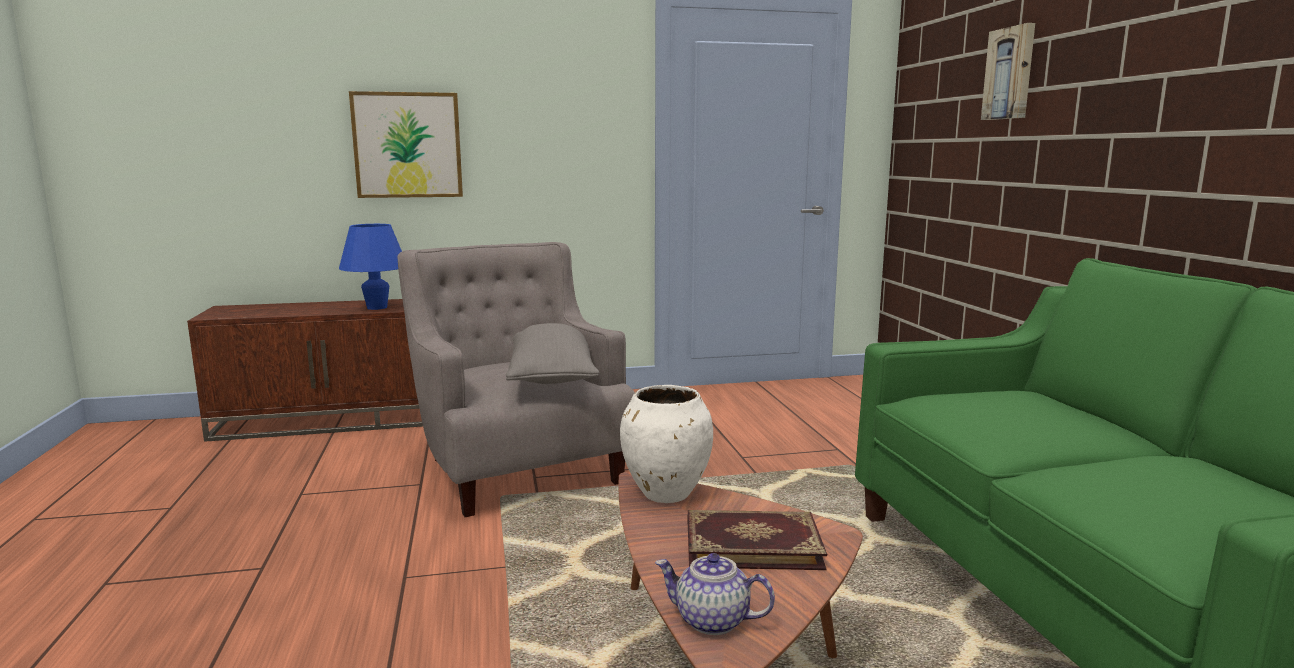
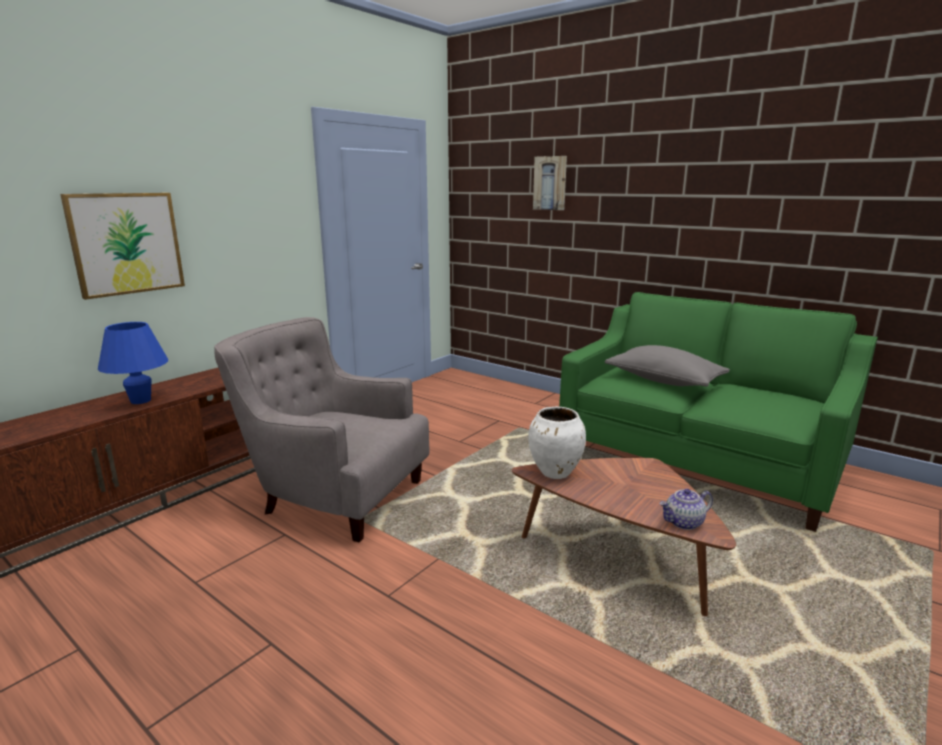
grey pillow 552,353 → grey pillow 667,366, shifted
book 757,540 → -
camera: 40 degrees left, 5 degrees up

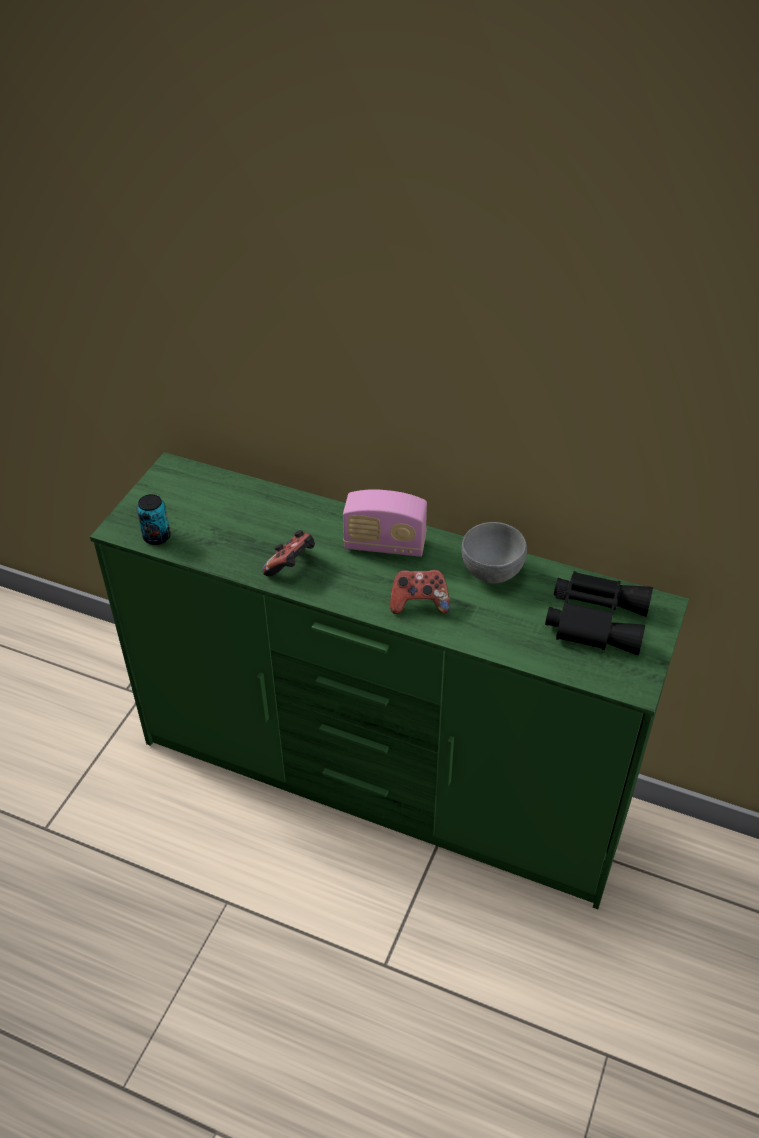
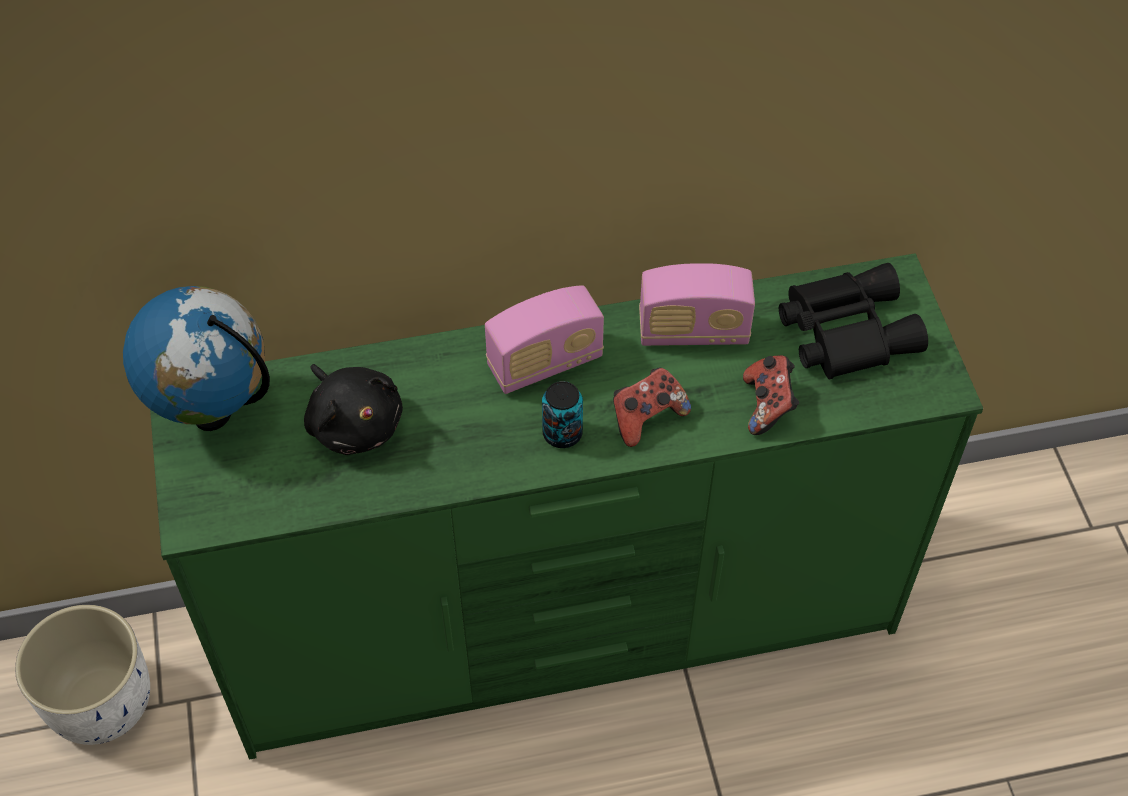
can 153,519 → can 562,414, shifted
grey bowl 494,553 → radio 697,304
game controller 288,553 → game controller 771,395, shifted
- → globe 196,358
- → black plush toy 353,409
- → white planter 82,675
camera: 35 degrees left, 10 degrees up

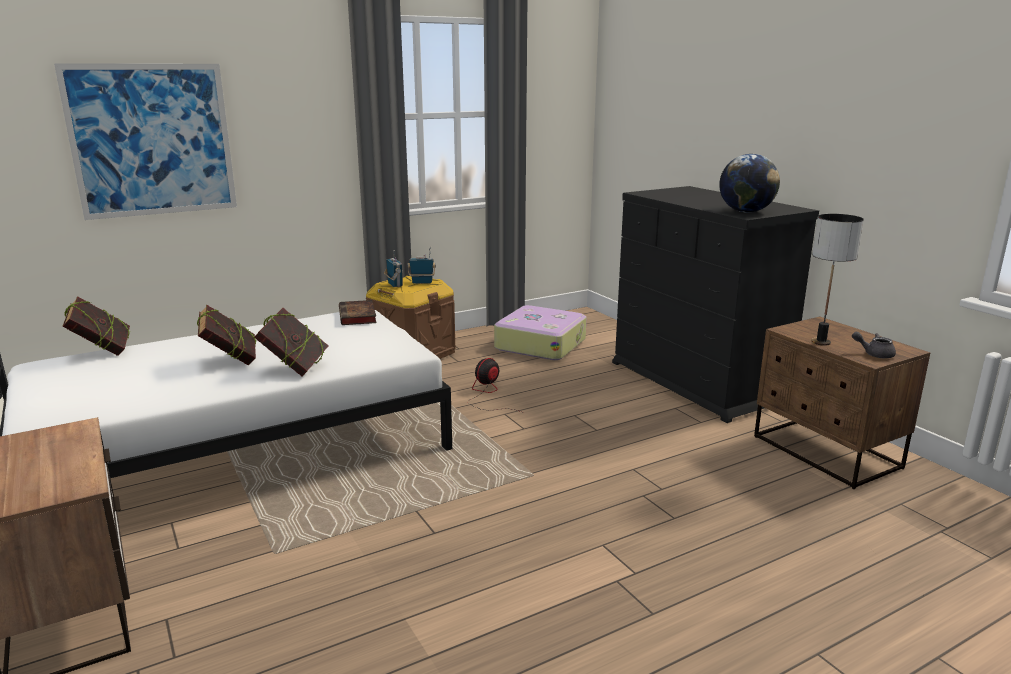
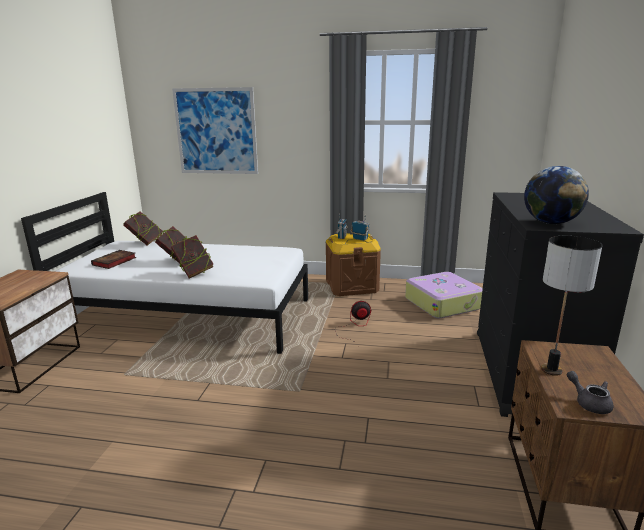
book 358,312 → book 114,259, shifted
camera: 40 degrees right, 0 degrees up

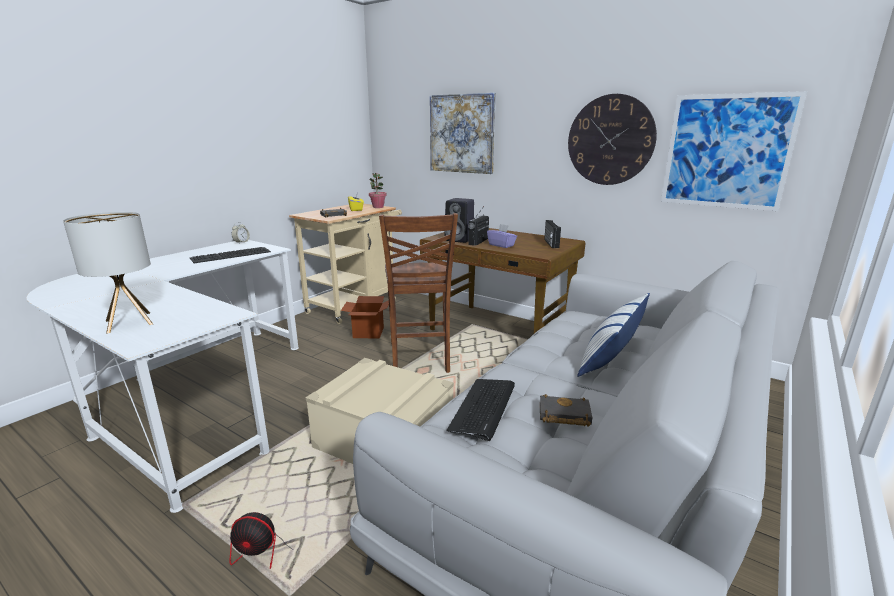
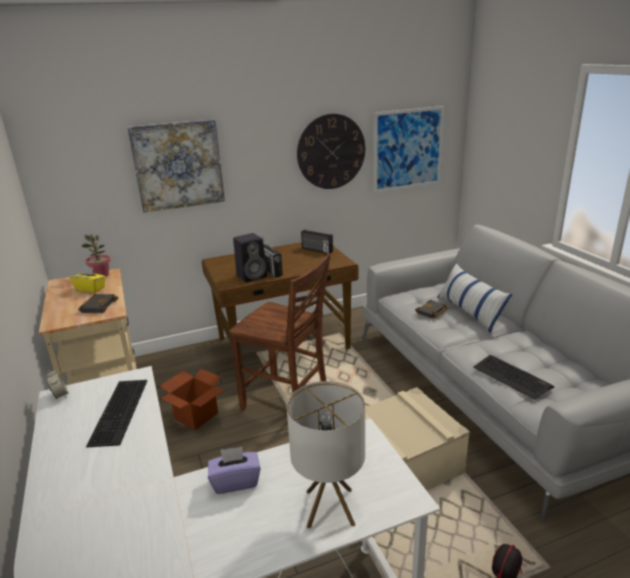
purple tissue box 502,236 → purple tissue box 234,470, shifted
black book 566,410 → black book 432,309, shifted
camera: 55 degrees left, 5 degrees up

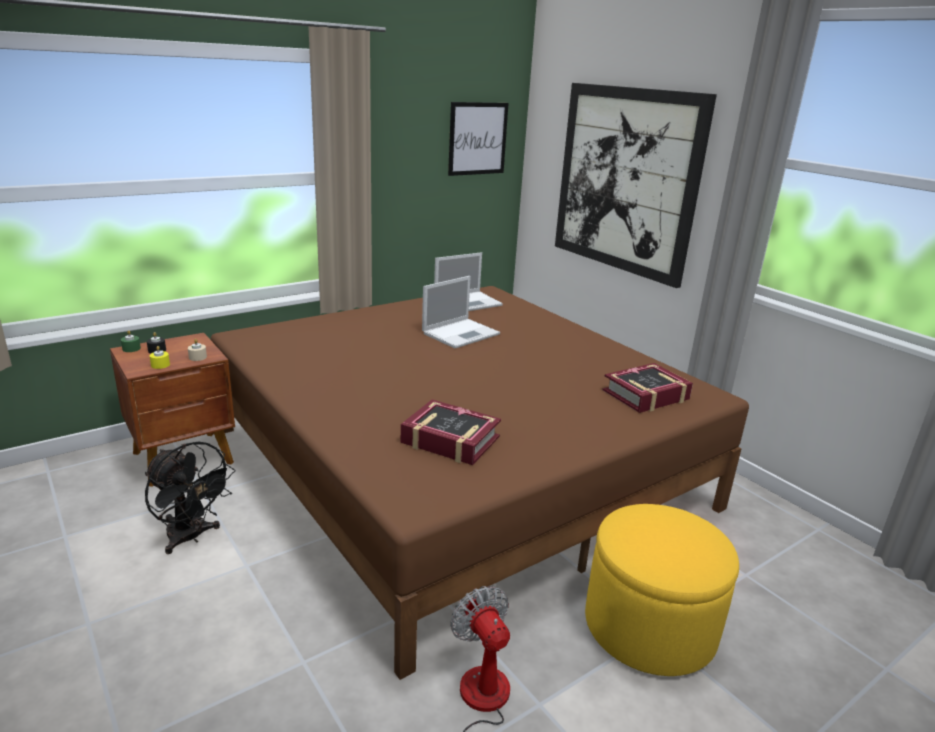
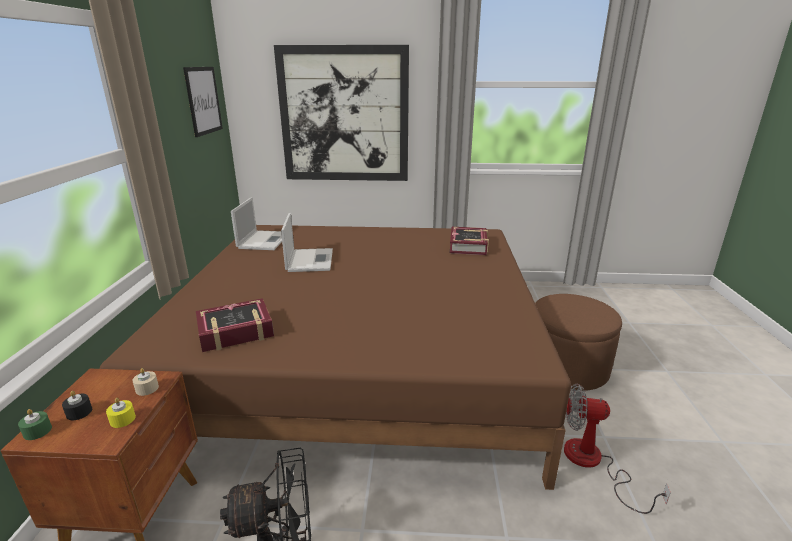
book 451,432 → book 235,325, shifted
yellow ottoman 662,590 → brown ottoman 578,342
camera: 50 degrees left, 0 degrees up

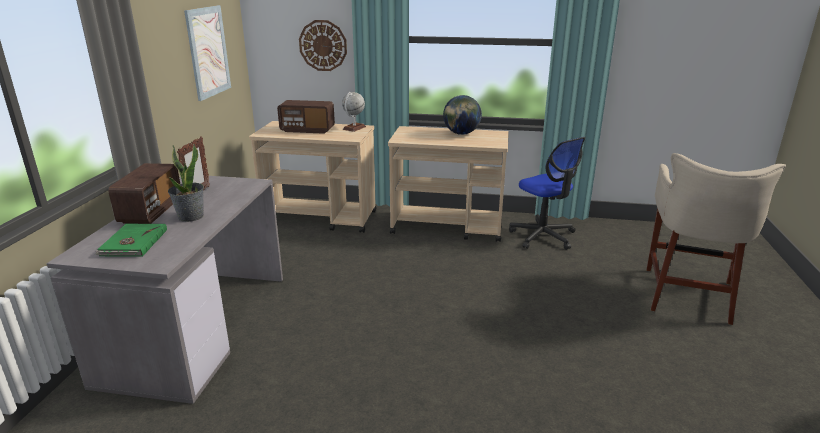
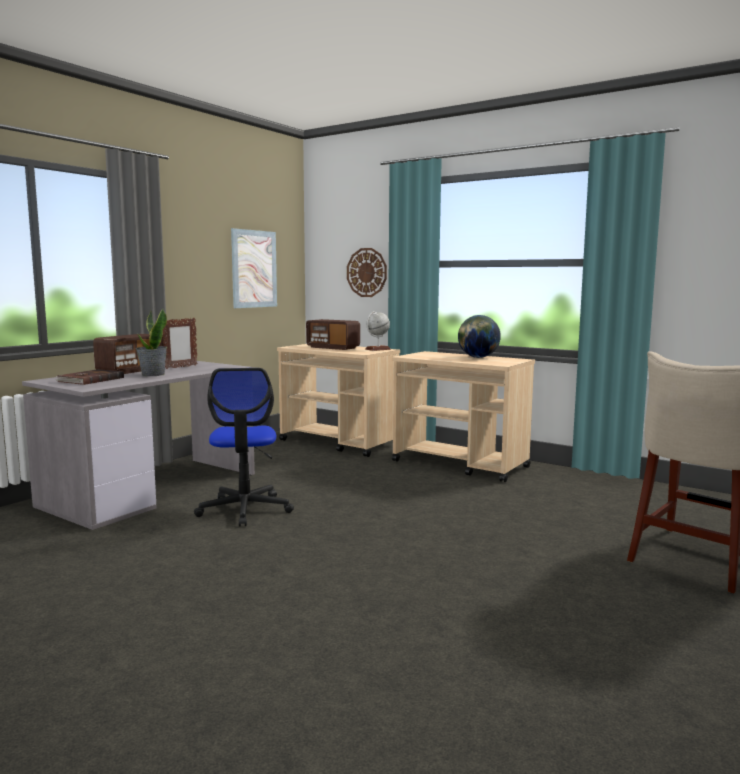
office chair 547,193 → office chair 244,447, shifted
green book 130,240 → brown book 89,377
camera: 25 degrees right, 15 degrees down

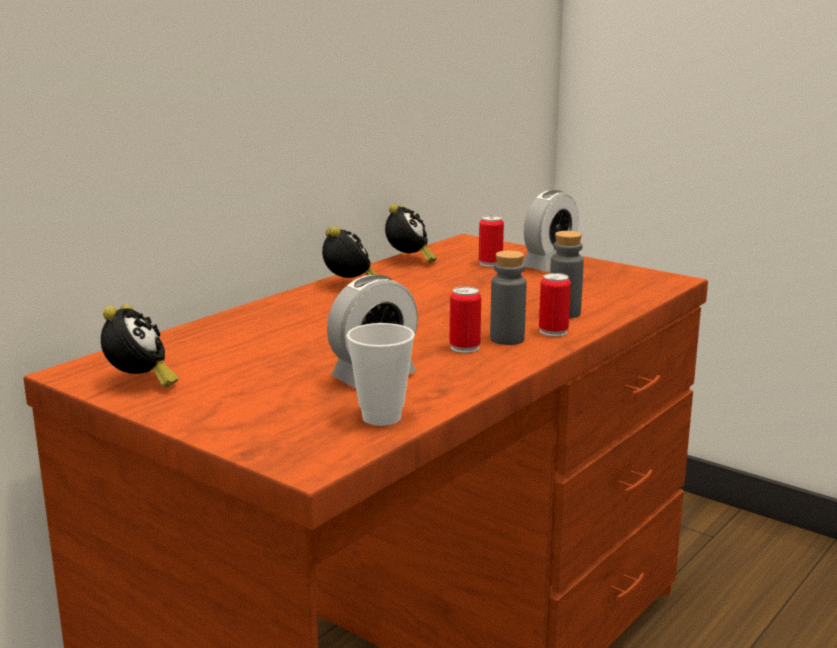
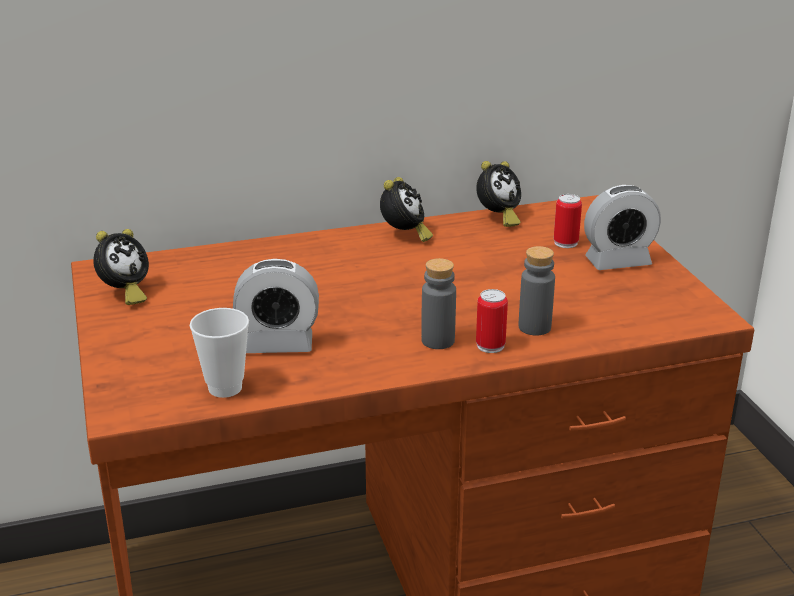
can 465,319 → -
camera: 35 degrees right, 10 degrees up

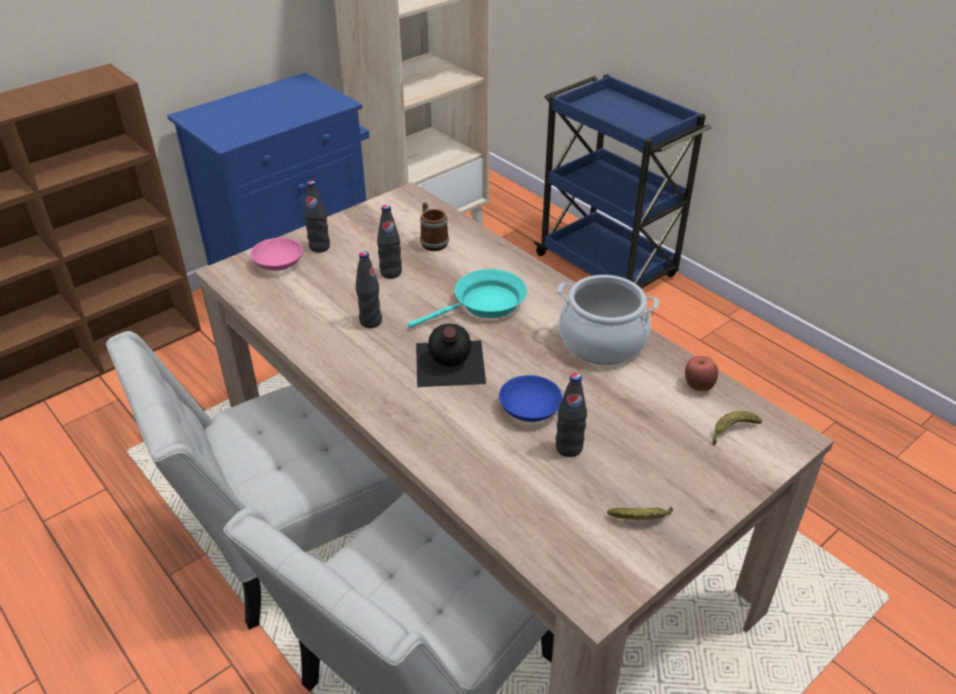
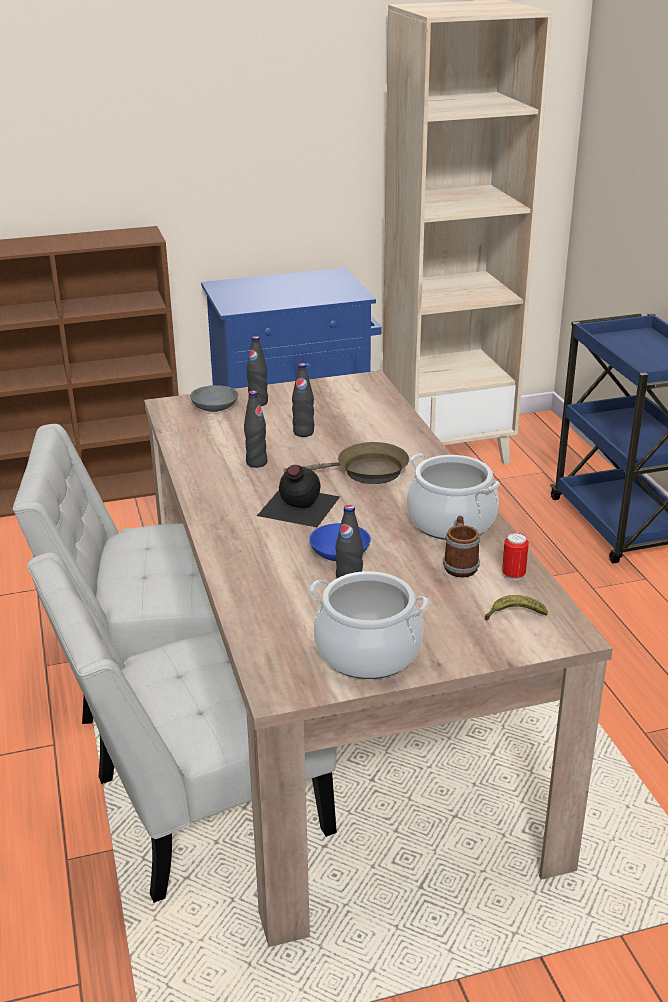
mug 434,226 → mug 461,547, shifted
pink bowl 276,254 → grey bowl 214,398
turquoise frying pan 467,298 → brown frying pan 346,463
apple 701,373 → can 515,557
banana 640,513 → cooking pot 369,625
camera: 25 degrees right, 10 degrees down

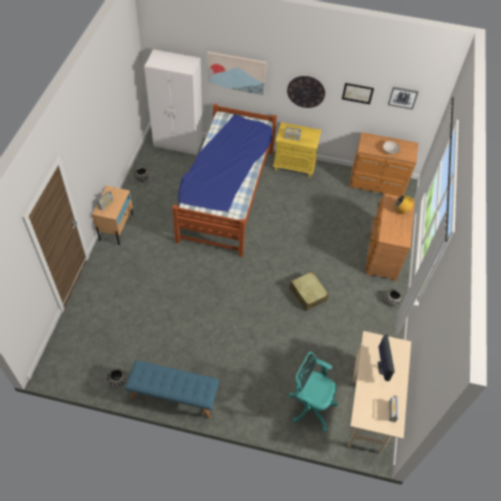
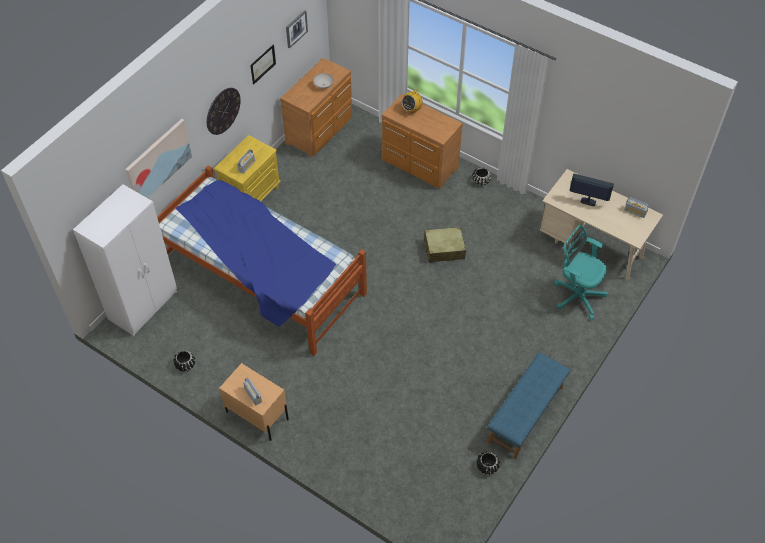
turquoise office chair 313,391 → turquoise office chair 581,272, 75 degrees clockwise
camera: 65 degrees left, 0 degrees up

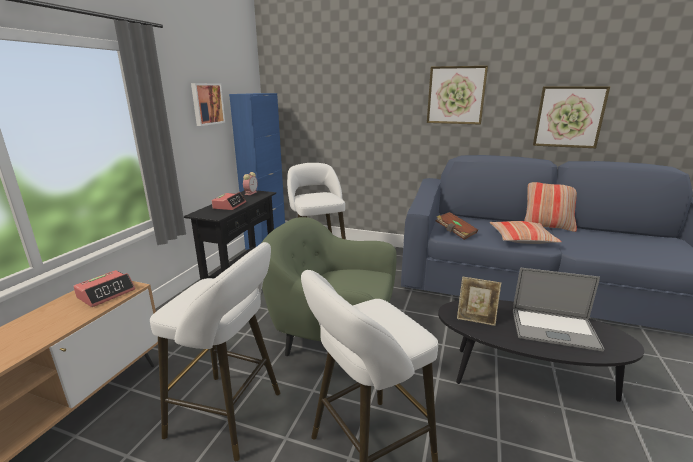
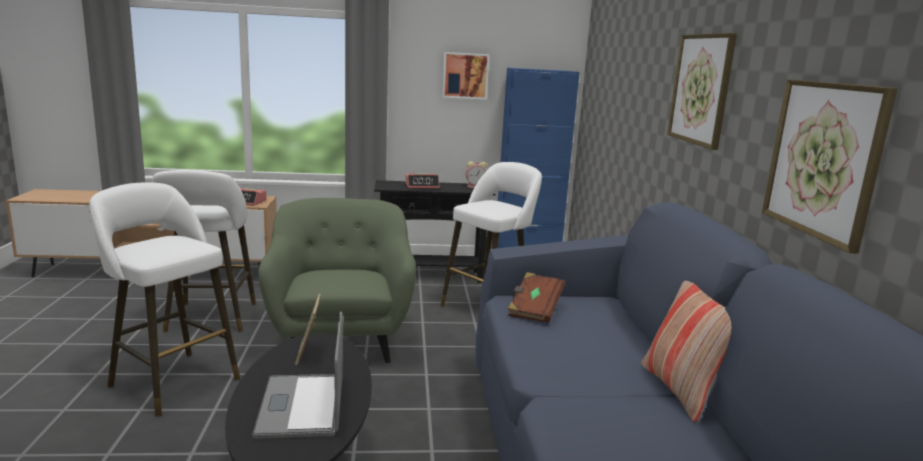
pillow 526,232 → -
camera: 65 degrees right, 5 degrees down

